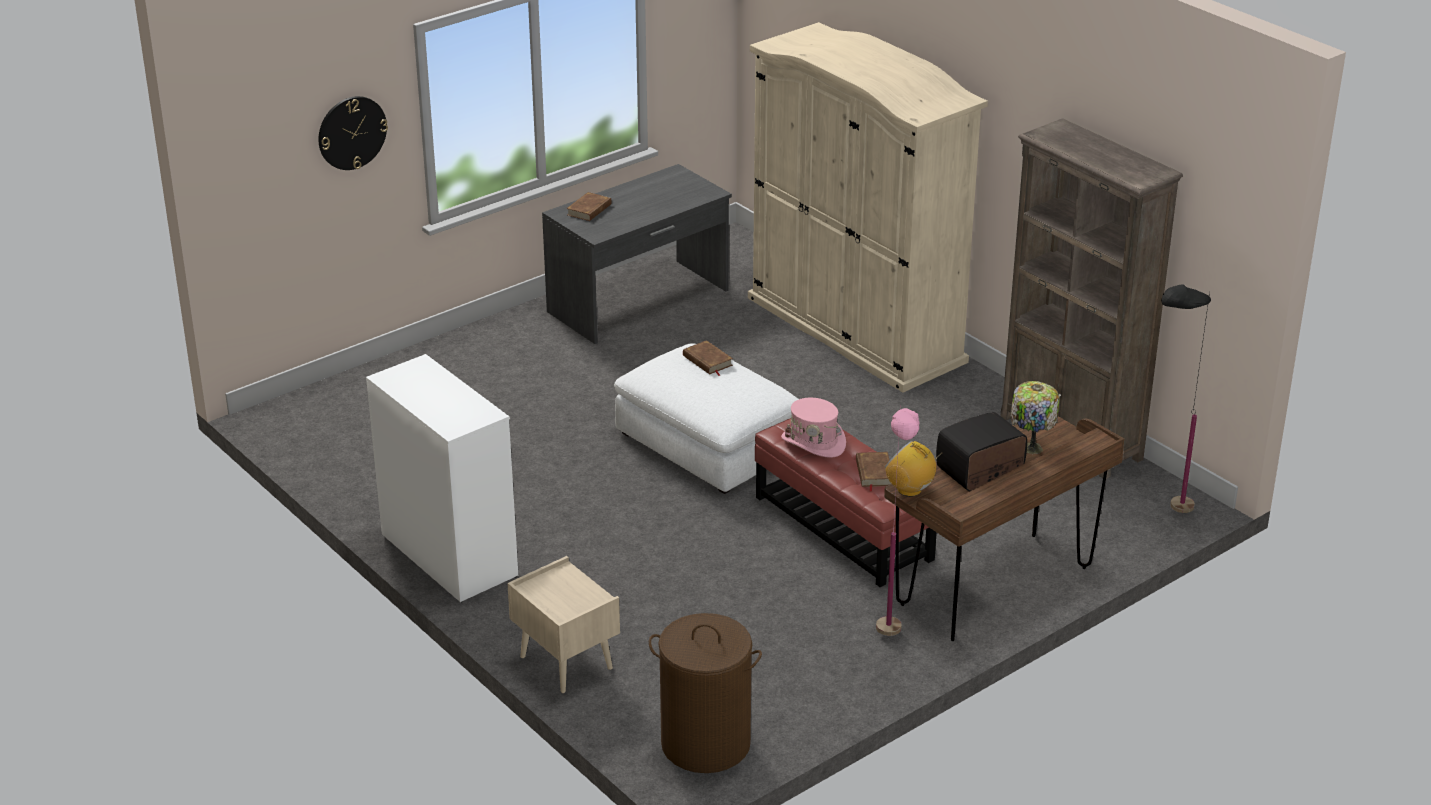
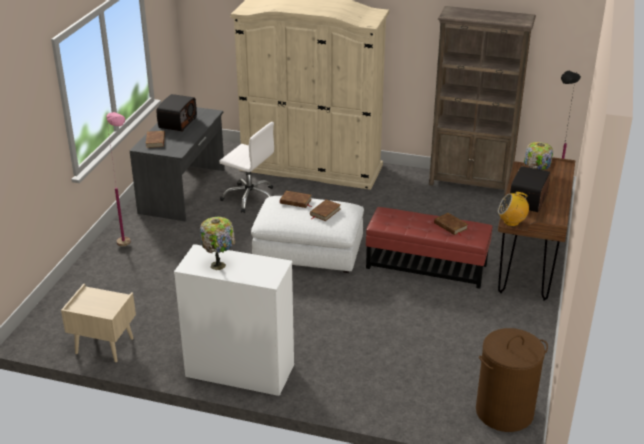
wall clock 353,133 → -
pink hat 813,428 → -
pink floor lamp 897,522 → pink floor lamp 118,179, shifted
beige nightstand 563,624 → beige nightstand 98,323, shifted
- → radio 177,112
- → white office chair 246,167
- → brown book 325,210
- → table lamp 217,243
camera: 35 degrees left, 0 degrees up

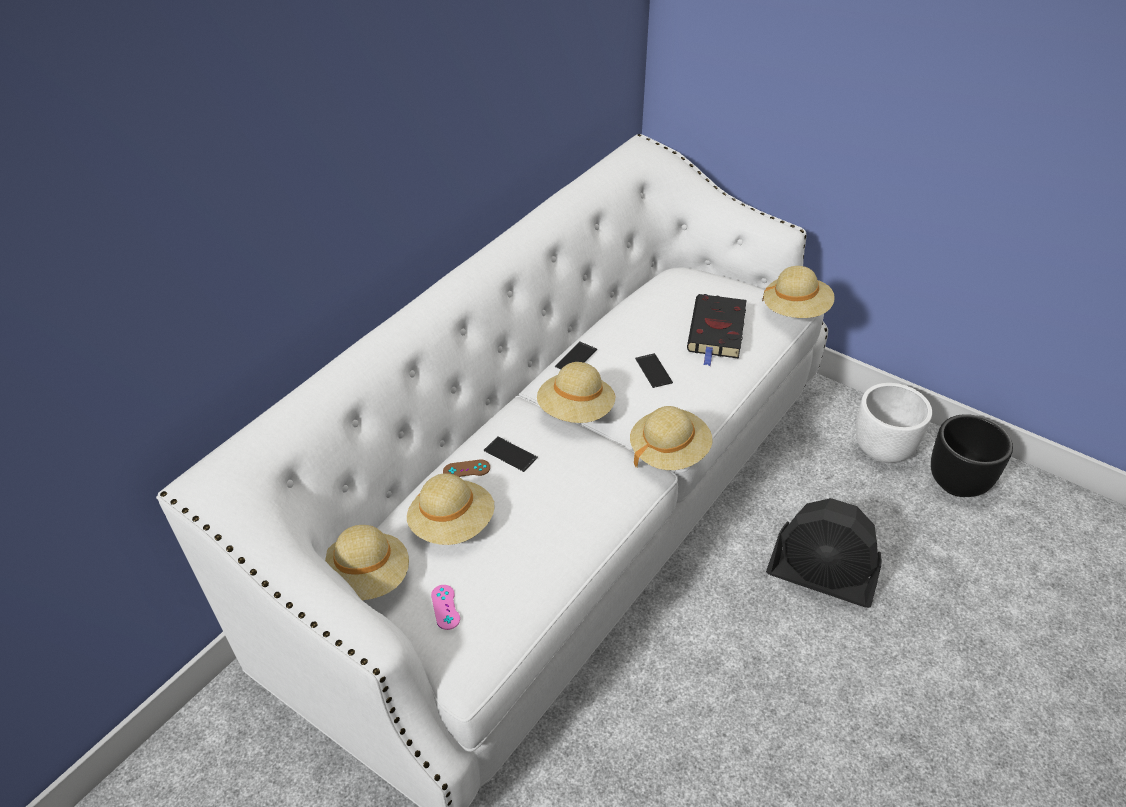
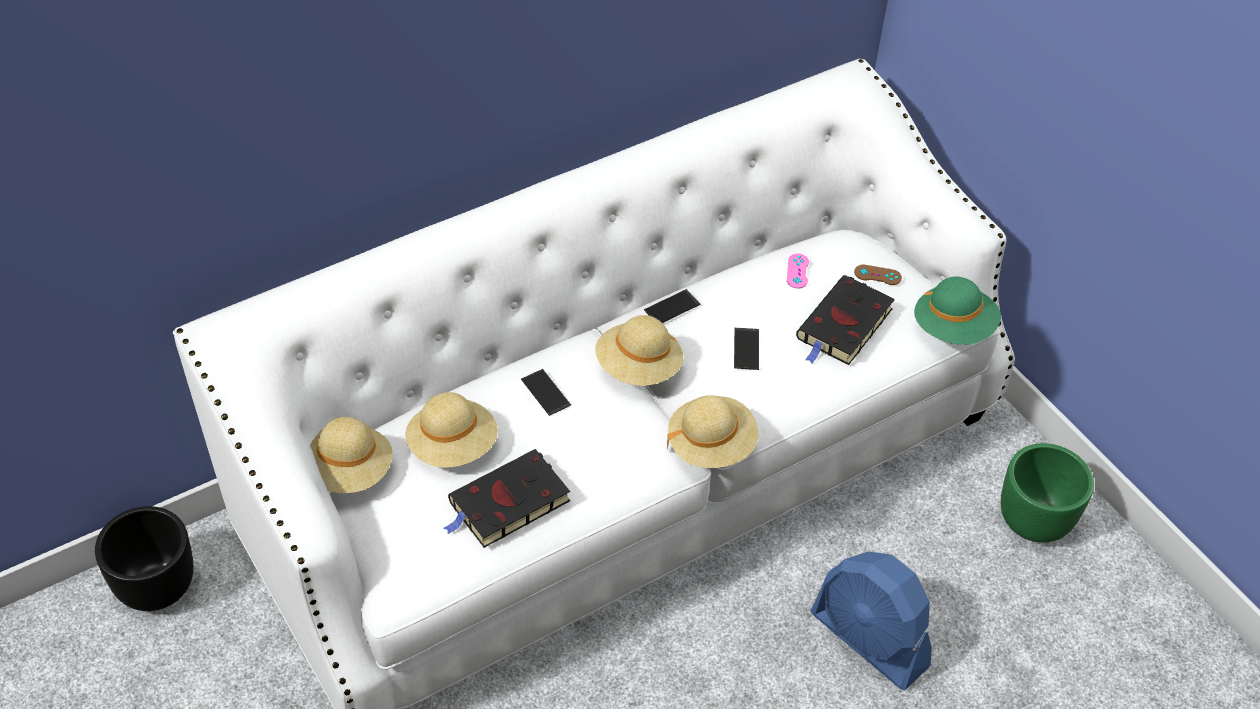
beige hat 798,292 → green hat 957,311
white planter 894,423 → green planter 1047,493
black planter 972,455 → black planter 144,558, shifted
brown game controller 466,468 → brown game controller 878,275, shifted
black fan 823,553 → blue fan 871,621
pink game controller 445,607 → pink game controller 798,271, shifted
- → black book 507,498
camera: 20 degrees right, 5 degrees up

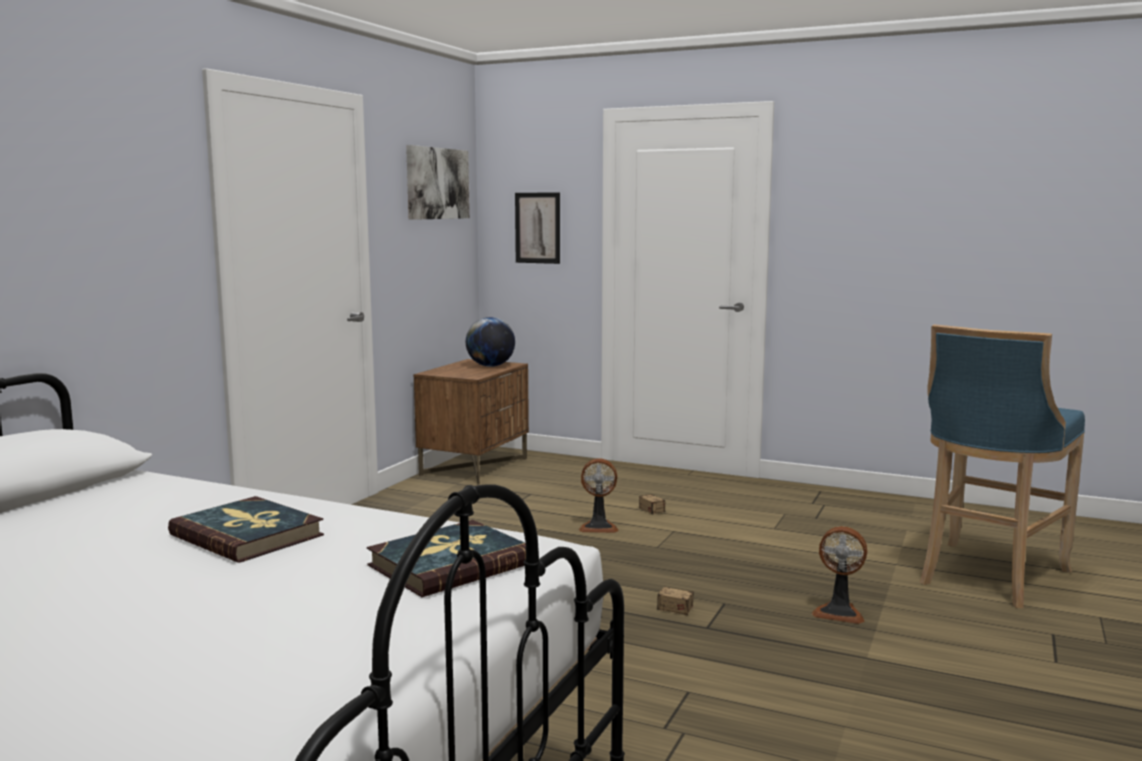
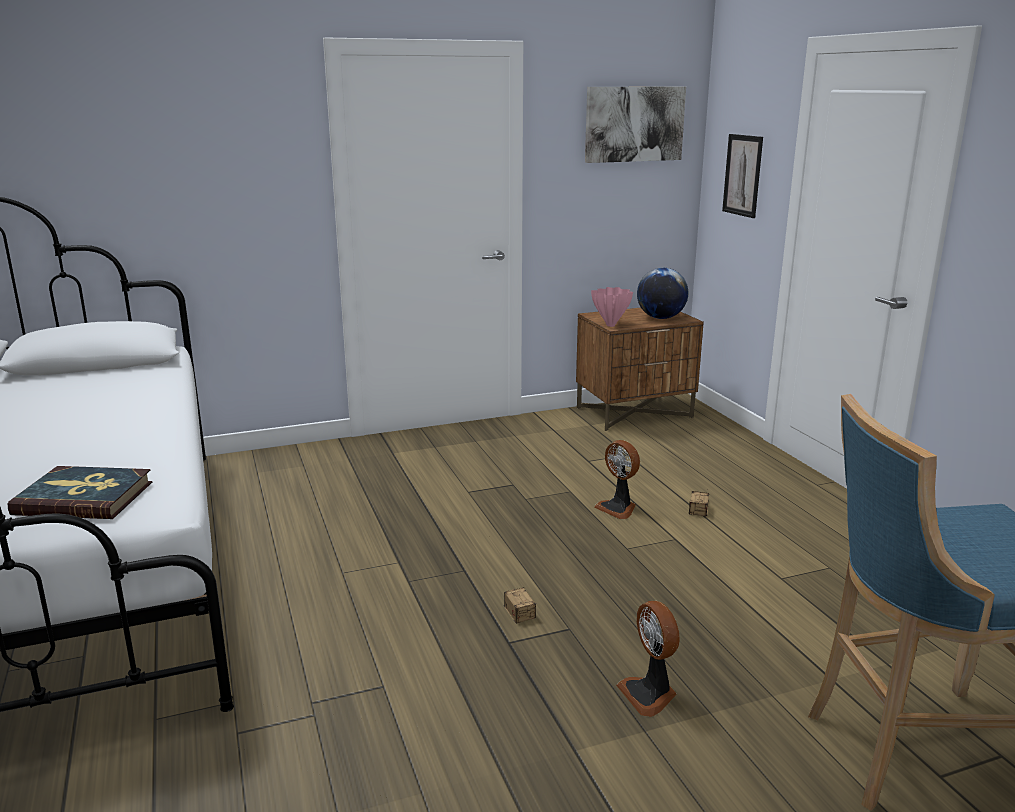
book 246,529 → -
- → pink vase 612,307
camera: 45 degrees right, 10 degrees up

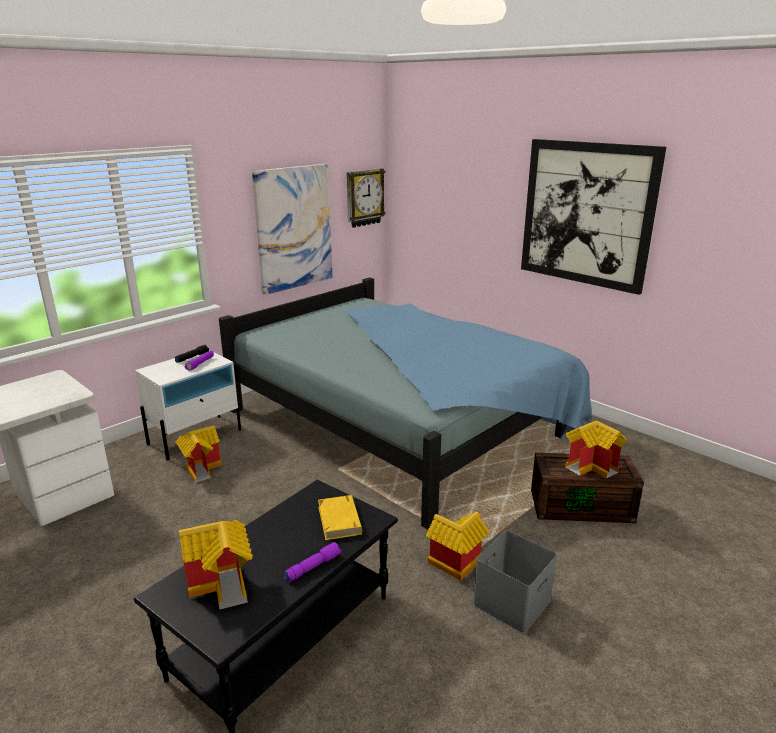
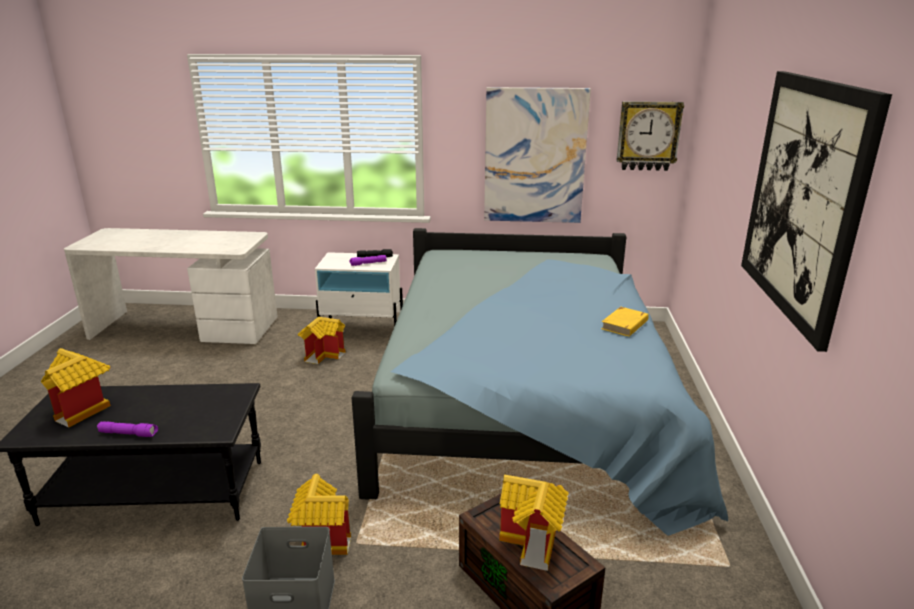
yellow book 340,517 → yellow book 625,322, shifted
camera: 50 degrees right, 0 degrees up

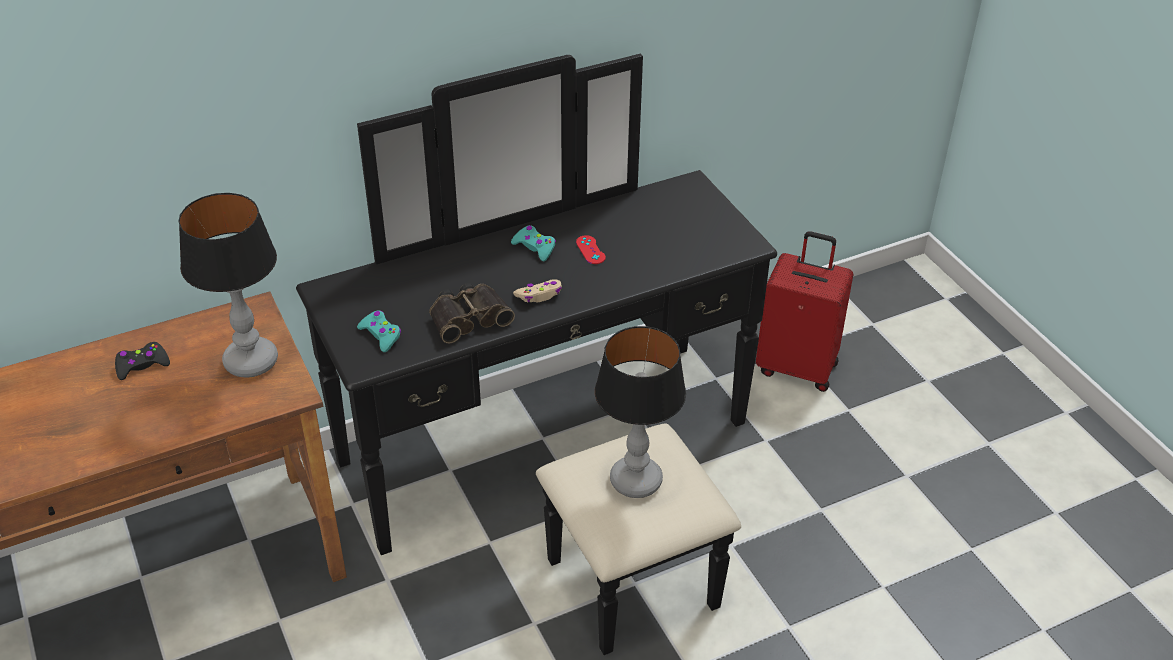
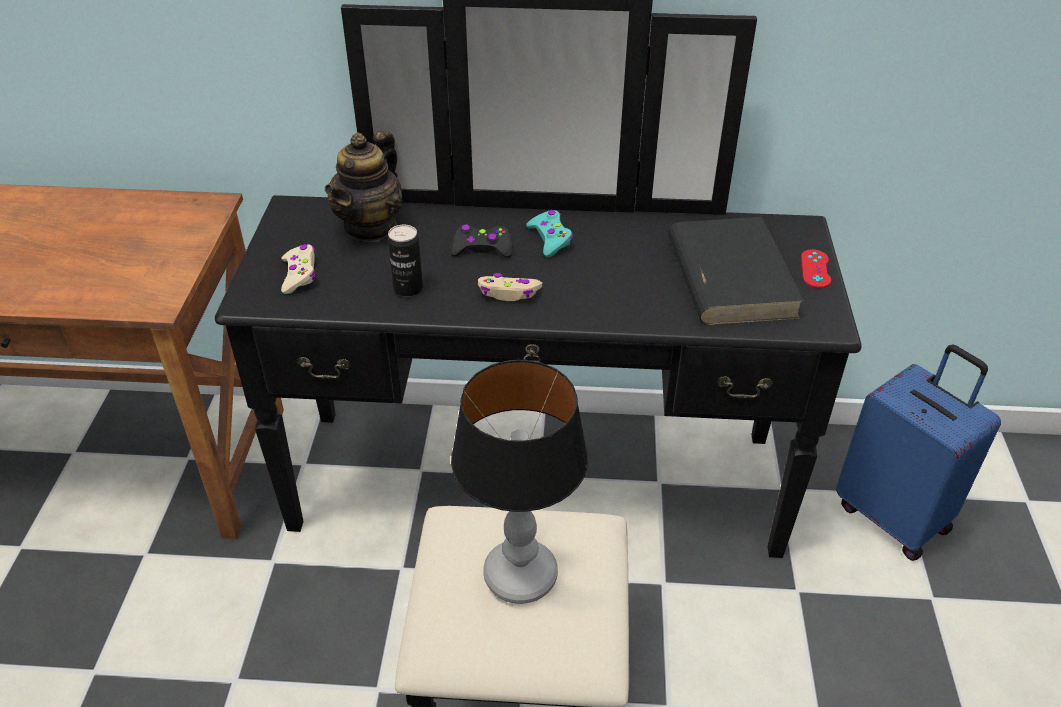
table lamp 228,285 → -
red suitcase 805,311 → blue suitcase 918,452
red game controller 591,249 → red game controller 816,269, shifted
binoculars 472,313 → can 405,261
turquoise game controller 379,331 → beige game controller 298,269
black game controller 142,361 → black game controller 481,241, shifted
- → teapot 364,186
- → black book 736,271
camera: 30 degrees right, 0 degrees up

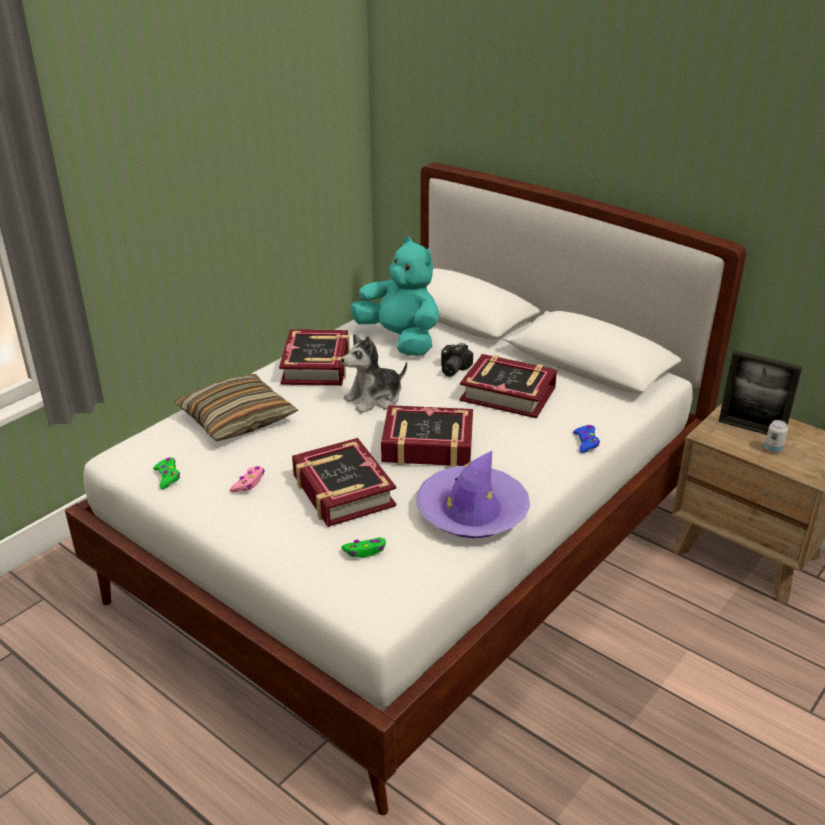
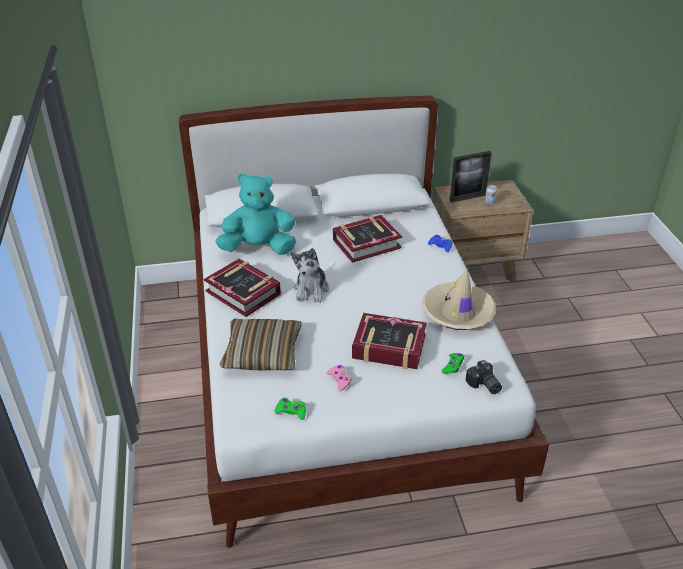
photo camera 457,360 → photo camera 484,377, shifted
book 427,436 → -
purple hat 473,494 → beige hat 459,300
camera: 50 degrees left, 5 degrees up

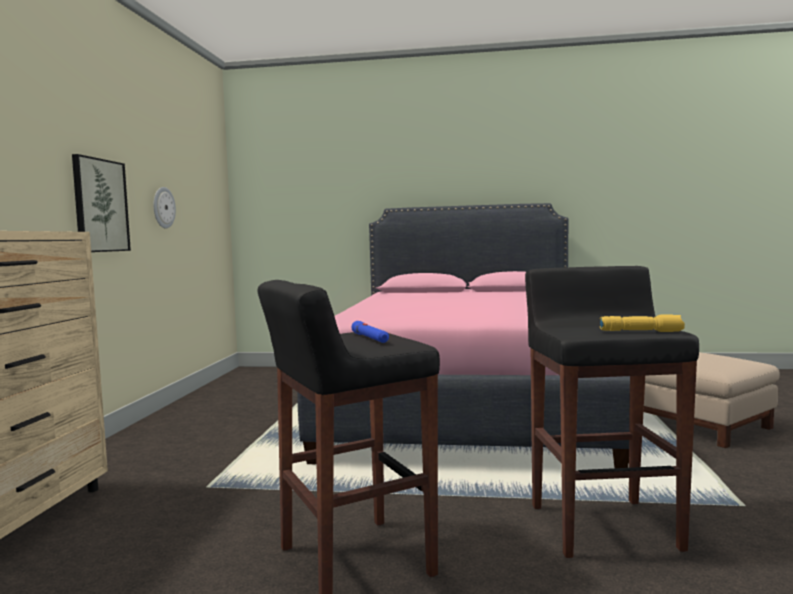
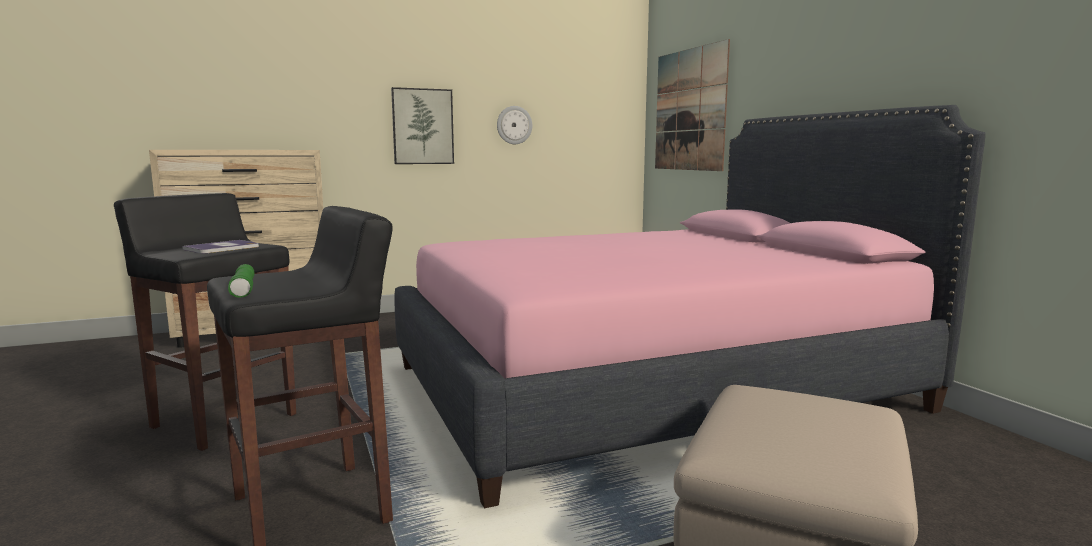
yellow flashlight 642,323 → green flashlight 241,280
blue flashlight 370,332 → book 220,246
- → picture 692,105
camera: 60 degrees right, 5 degrees up

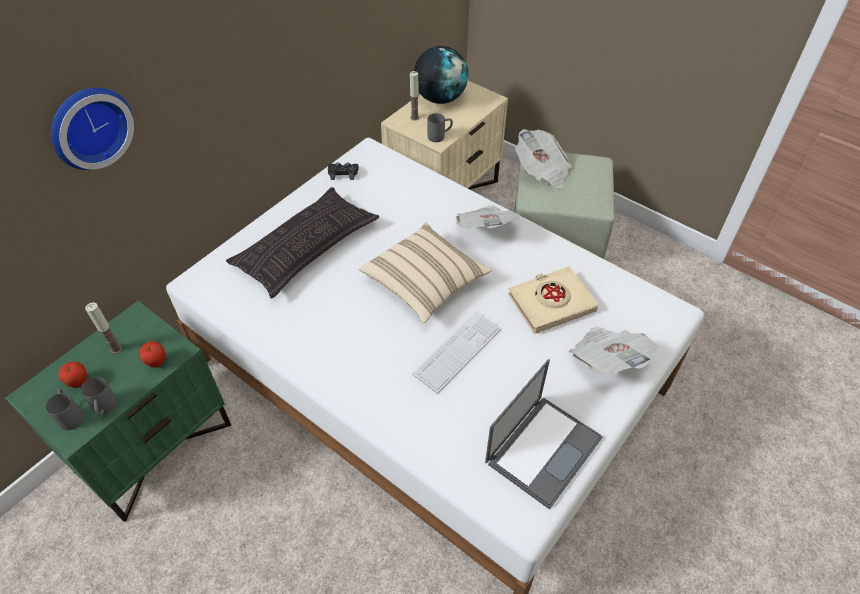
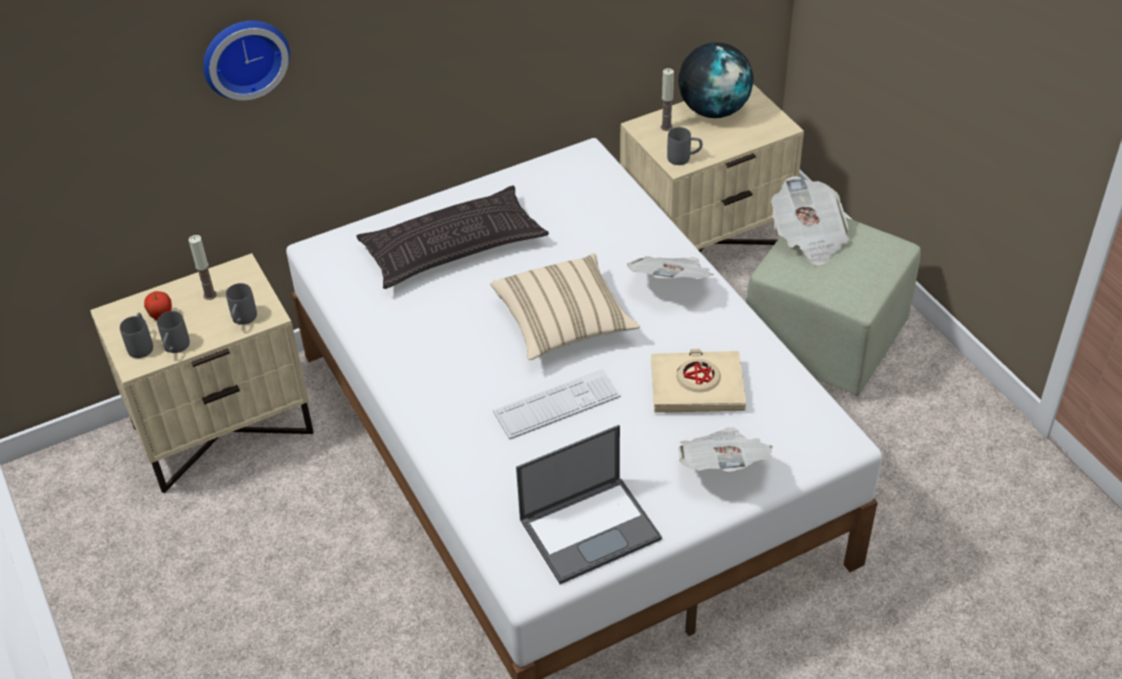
black game controller 343,171 → -
green nightstand 118,411 → beige nightstand 202,373
apple 152,354 → grey mug 241,304
camera: 25 degrees right, 5 degrees down

